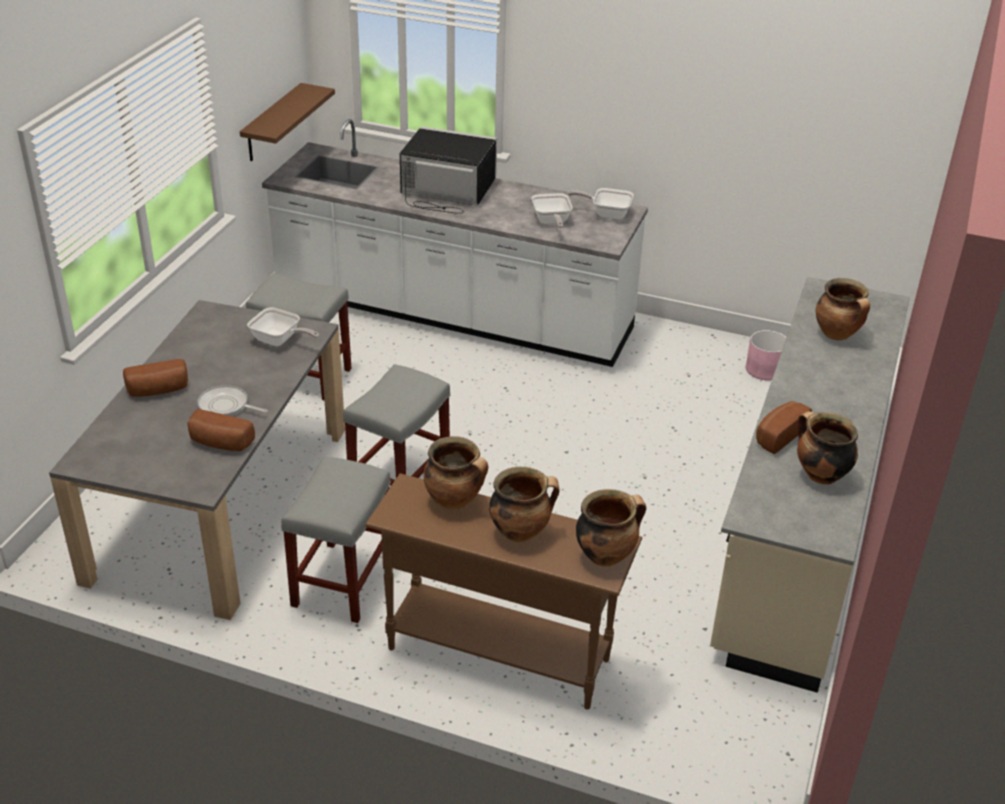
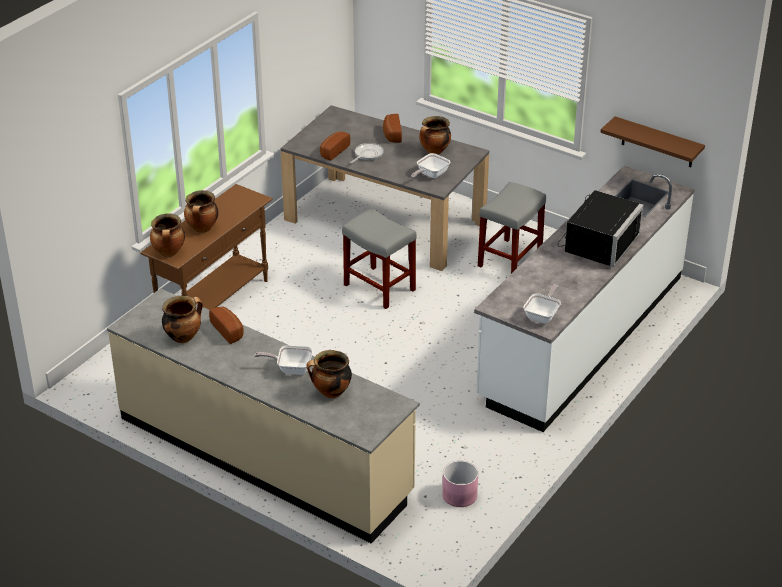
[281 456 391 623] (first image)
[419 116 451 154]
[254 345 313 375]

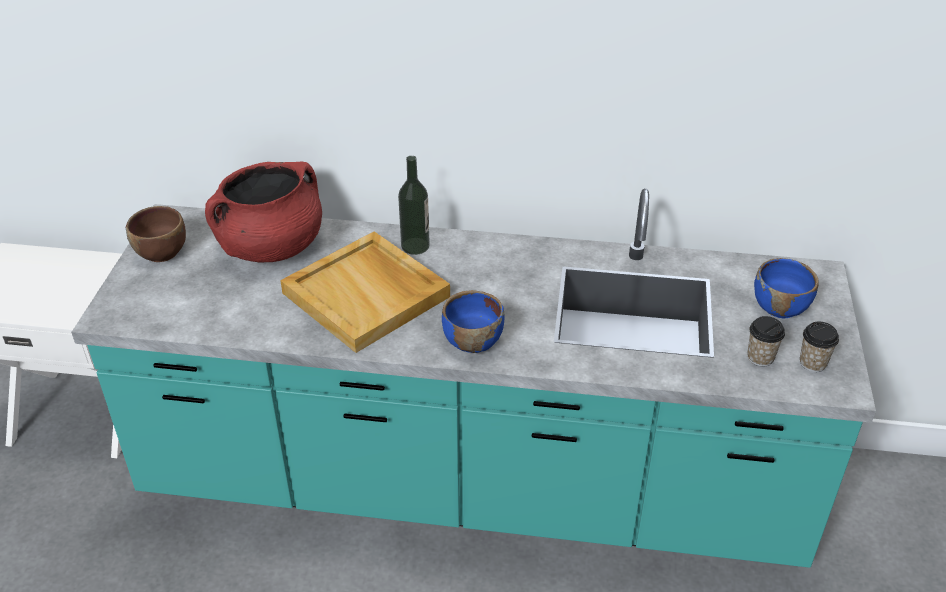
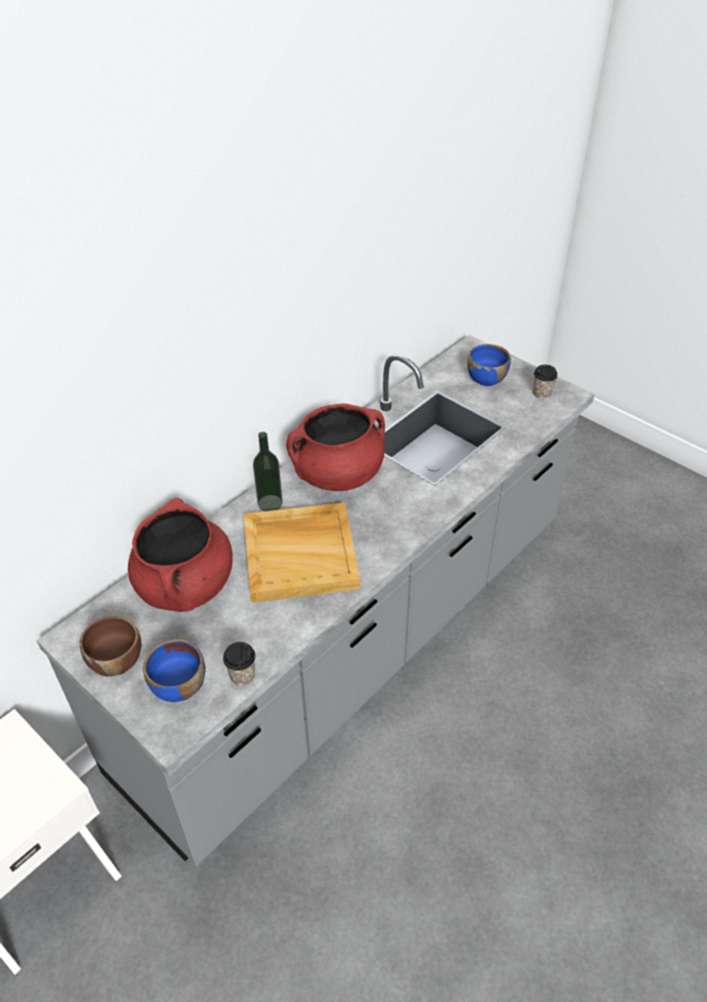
[286 404 385 491]
[143 639 206 702]
[223 642 255 686]
[36 335 595 866]

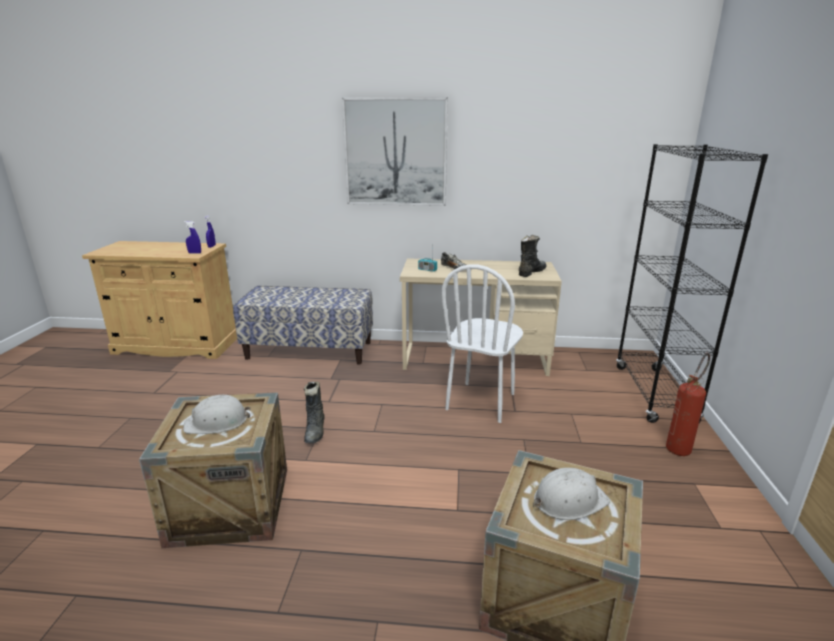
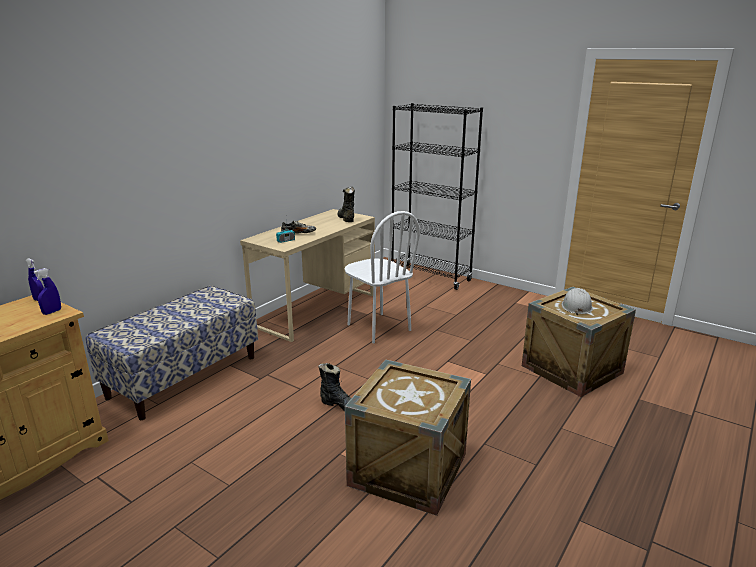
[183 394 251 434] (first image)
[342 97 448 206] (first image)
[666 353 710 456] (first image)

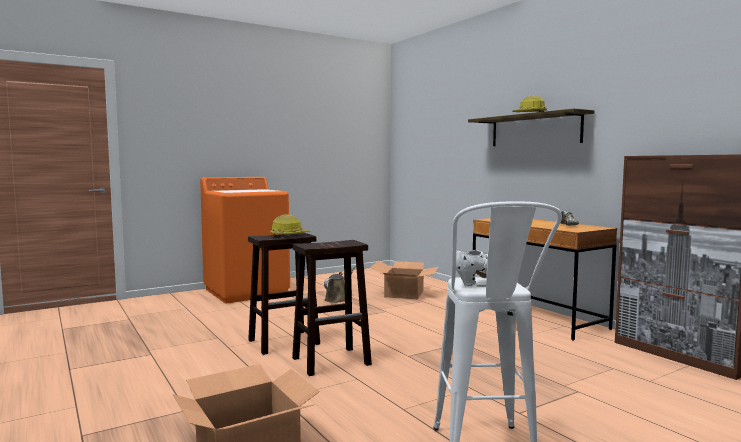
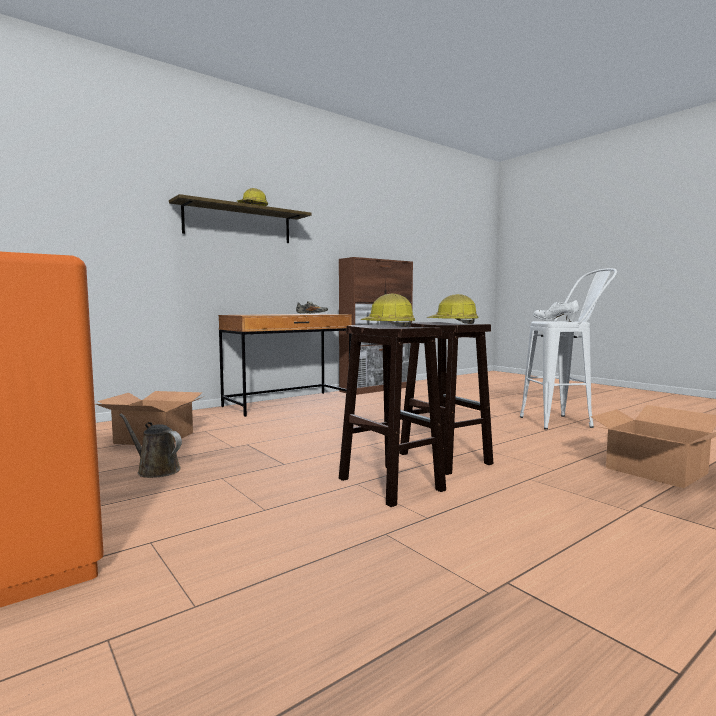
[427 294 478 324]

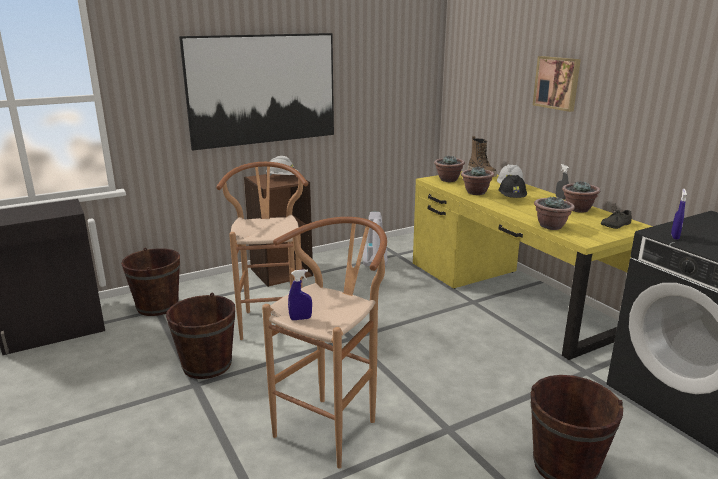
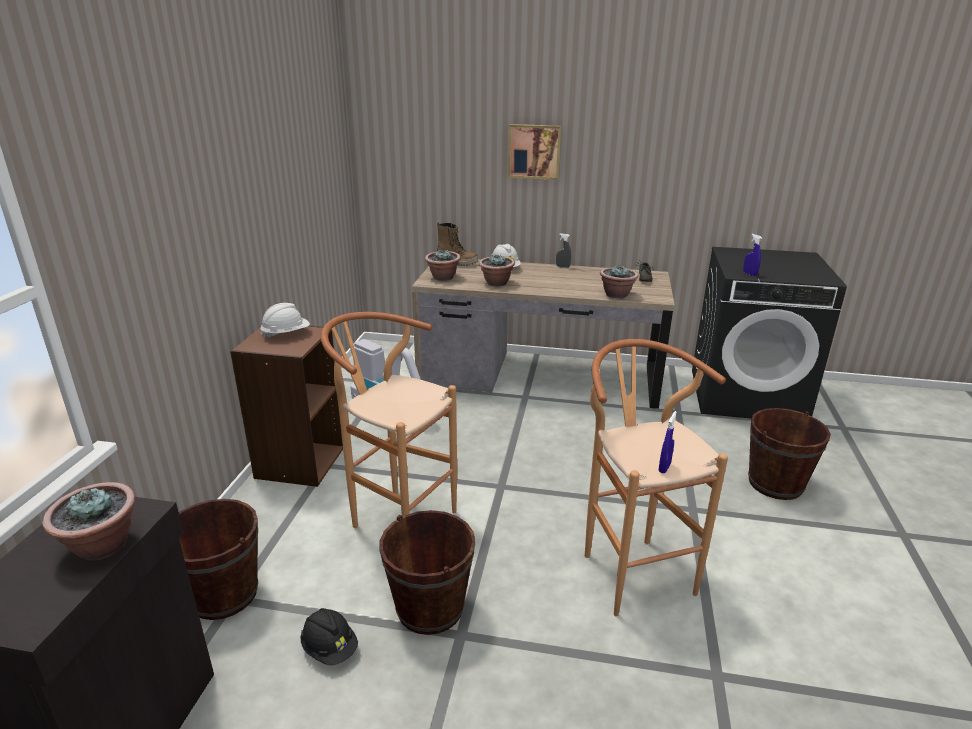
[179 33 334 151] (first image)
[301 608 358 665]
[42 482 135 560]
[412 260 675 409]

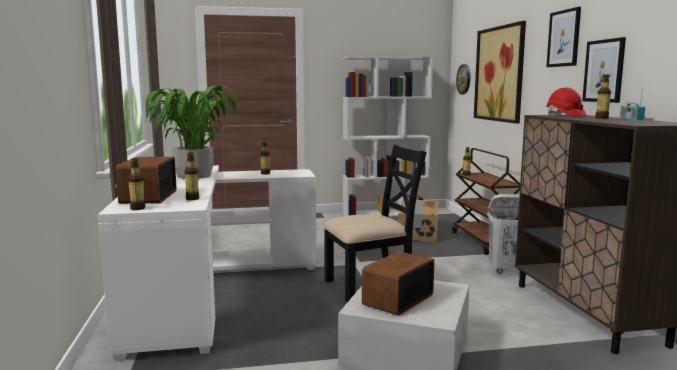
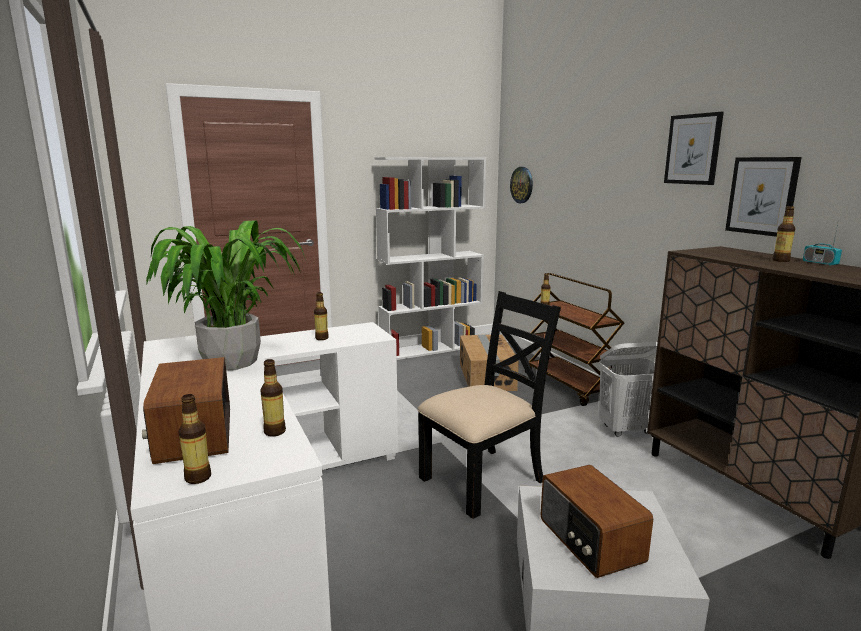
[474 21 526 124] (first image)
[546 88 586 117] (first image)
[541 465 653 578]

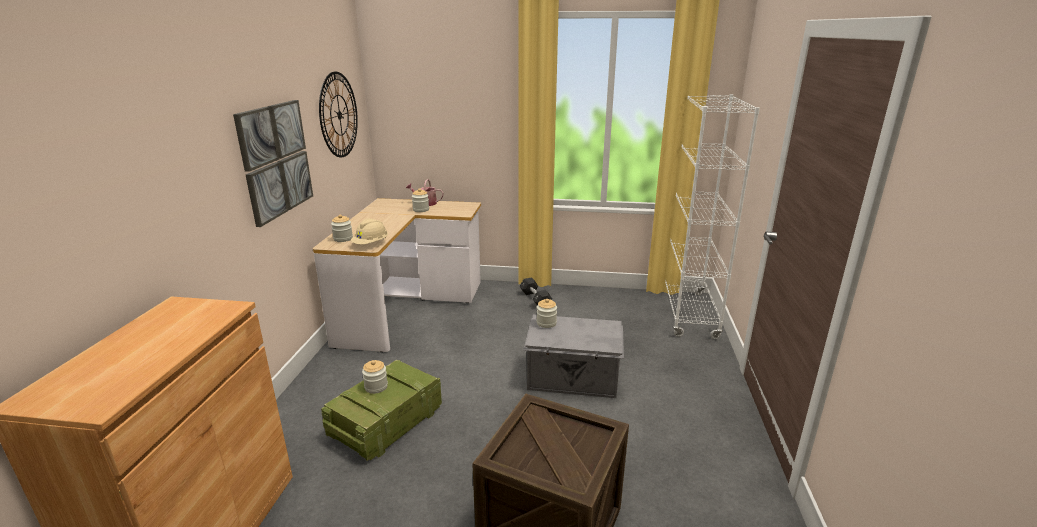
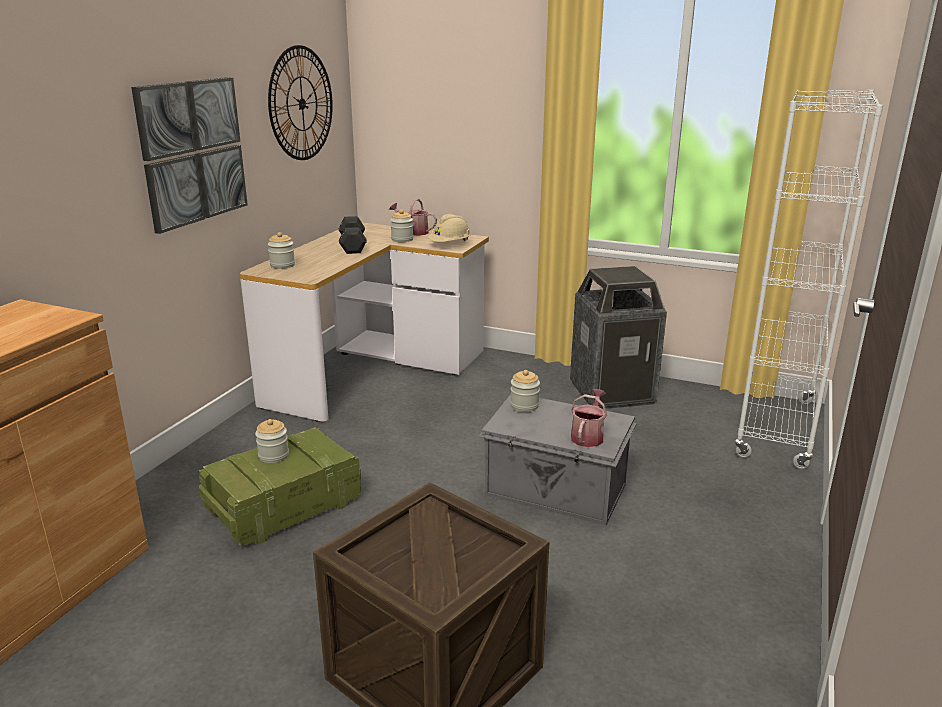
[570 266 667 409]
[571 389 607 447]
[428 214 471 242]
[339 216 367 254]

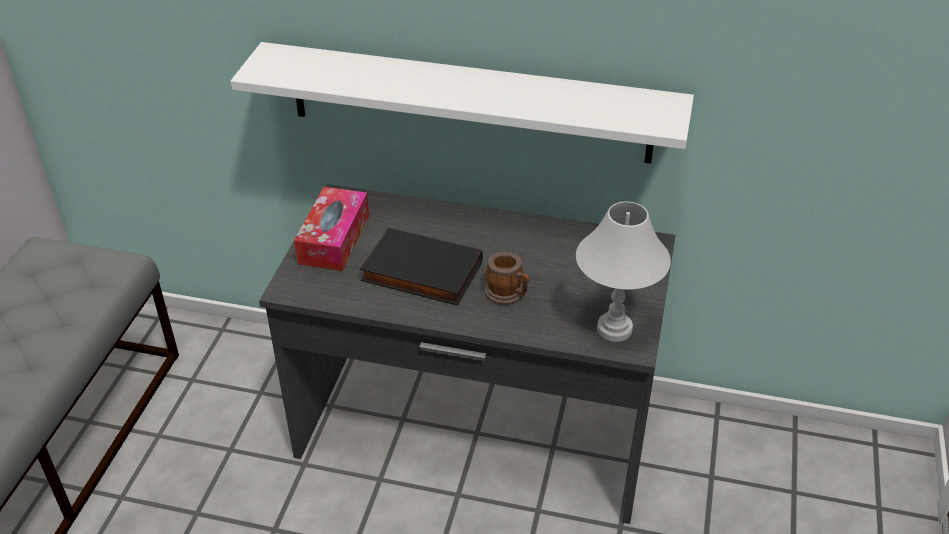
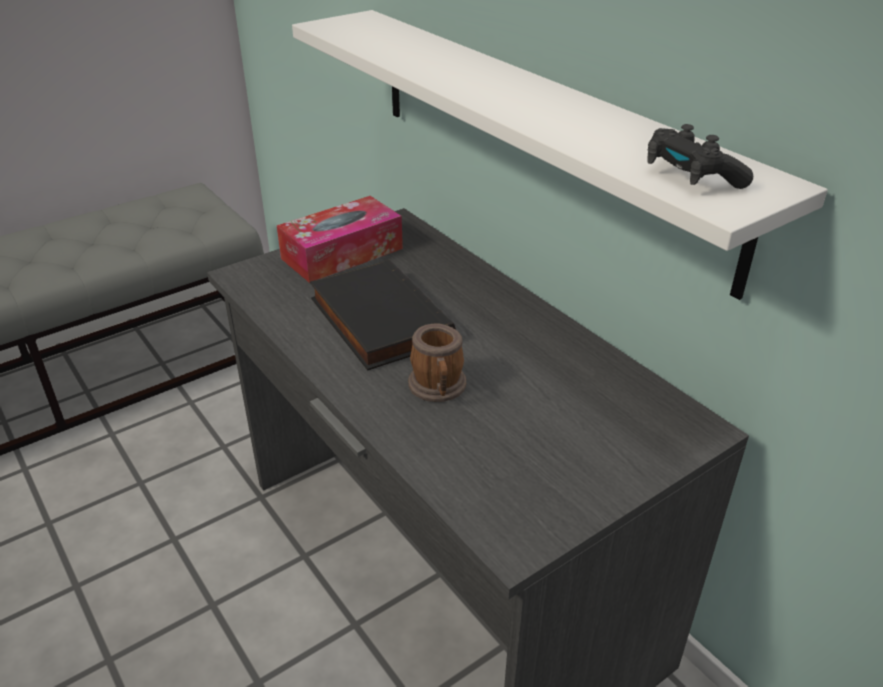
[576 202 671 342] (first image)
[647 124 753 189]

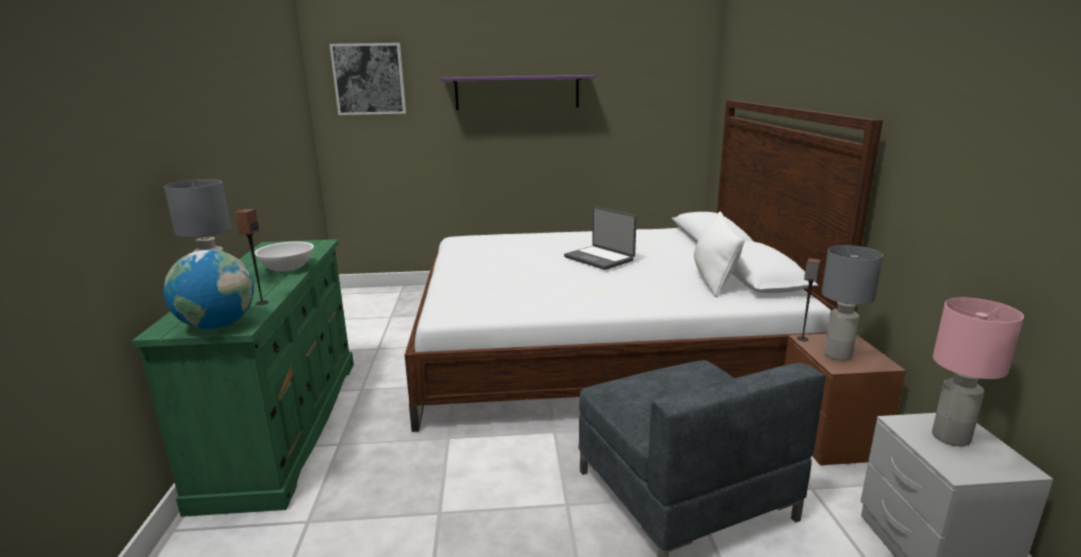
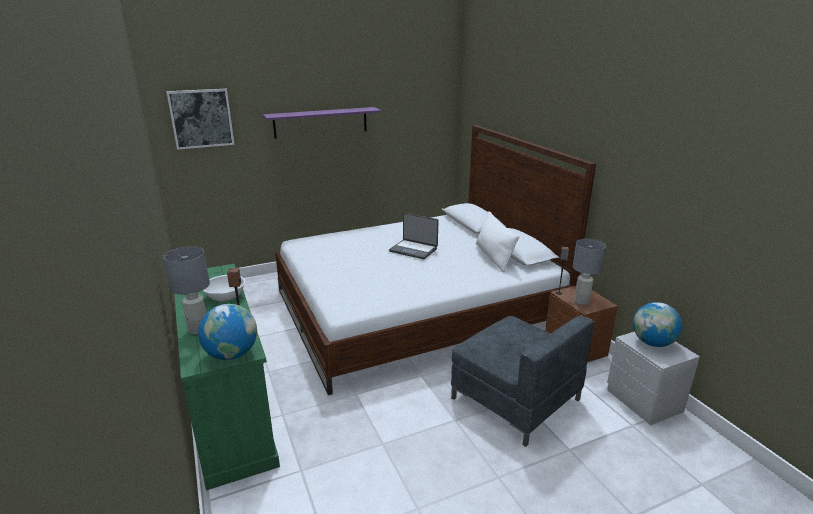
[633 302 683 347]

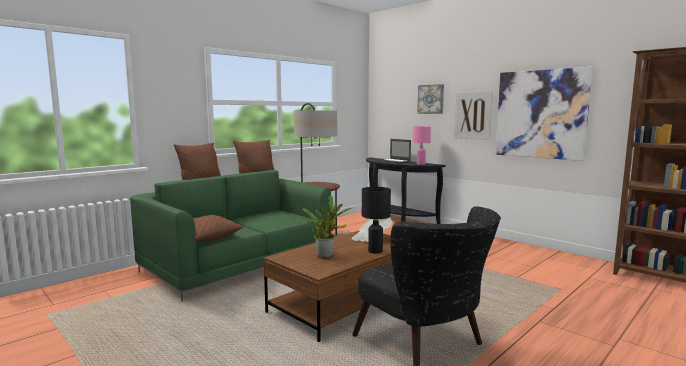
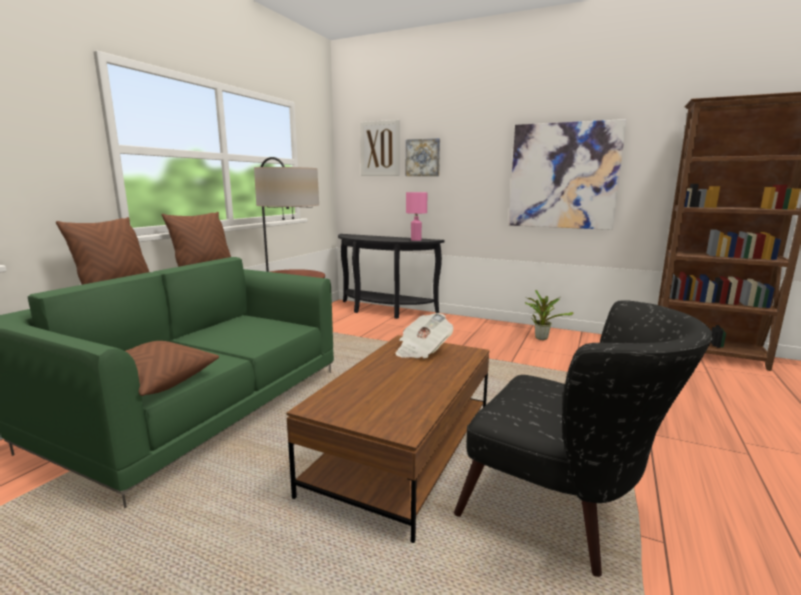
[362 187 391 254] (first image)
[376 139 411 164] (first image)
[524 290 573 340]
[360 120 400 176]

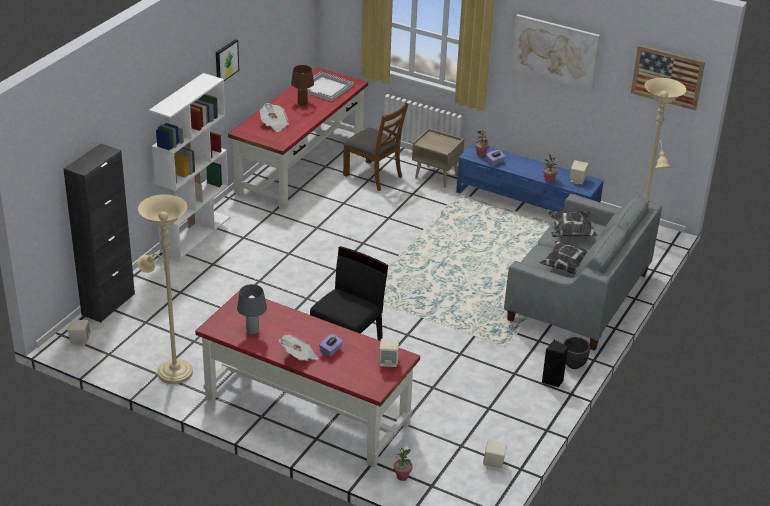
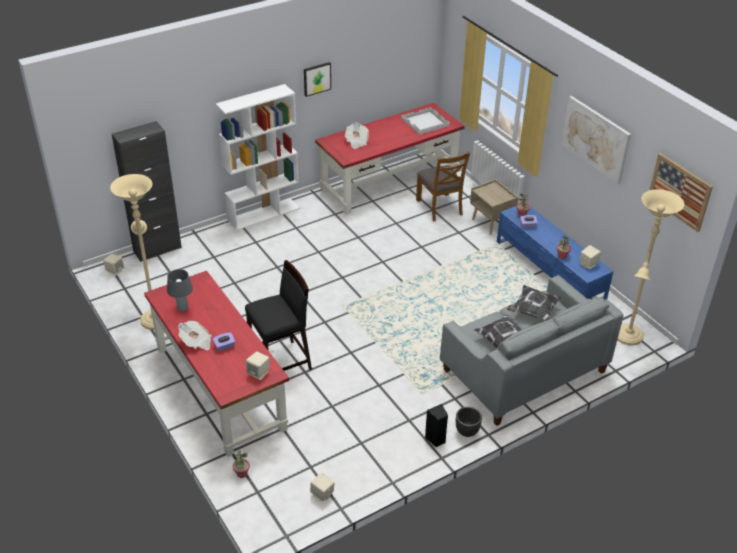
[291 65 314 106] (first image)

